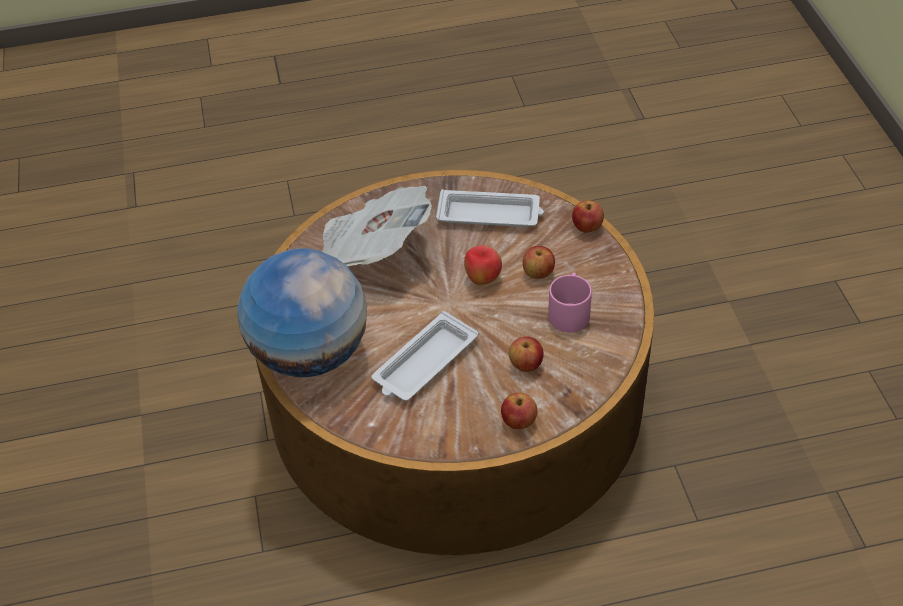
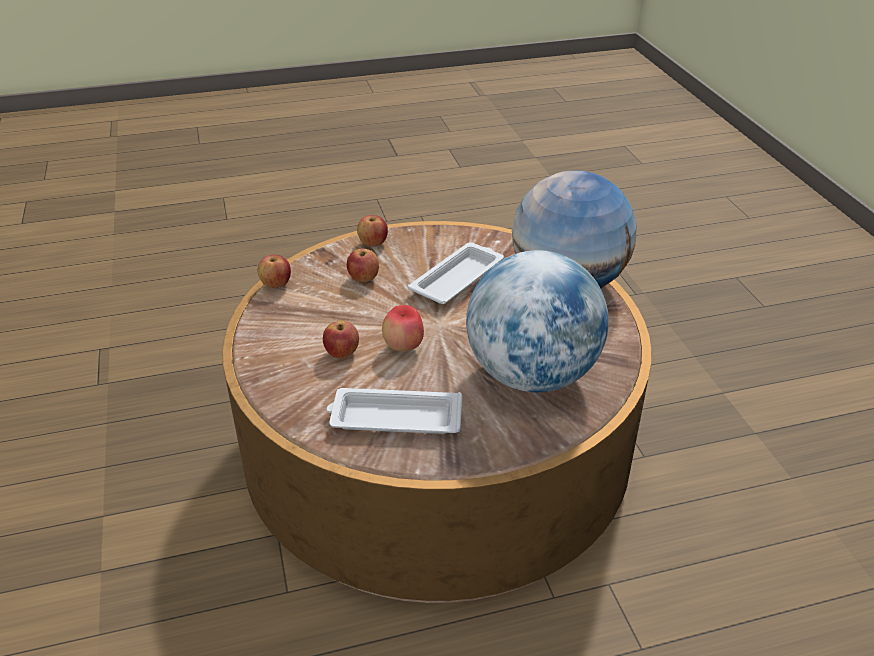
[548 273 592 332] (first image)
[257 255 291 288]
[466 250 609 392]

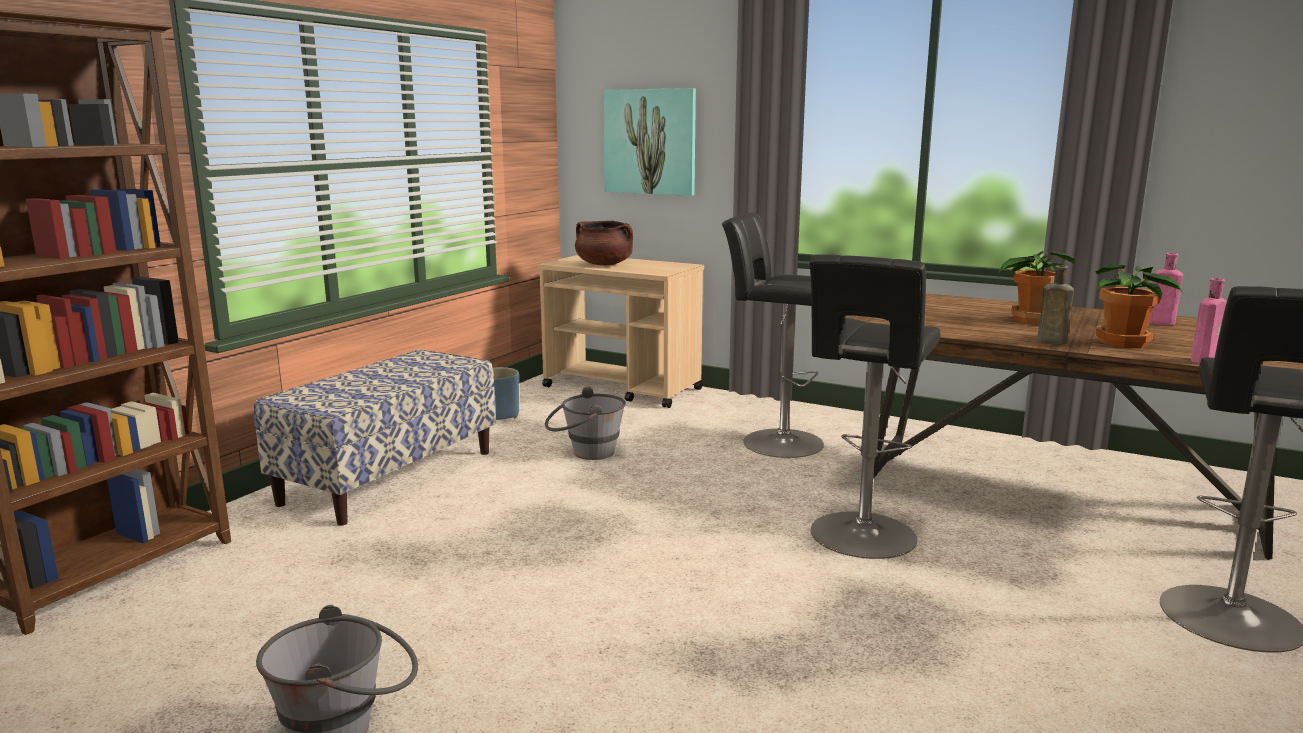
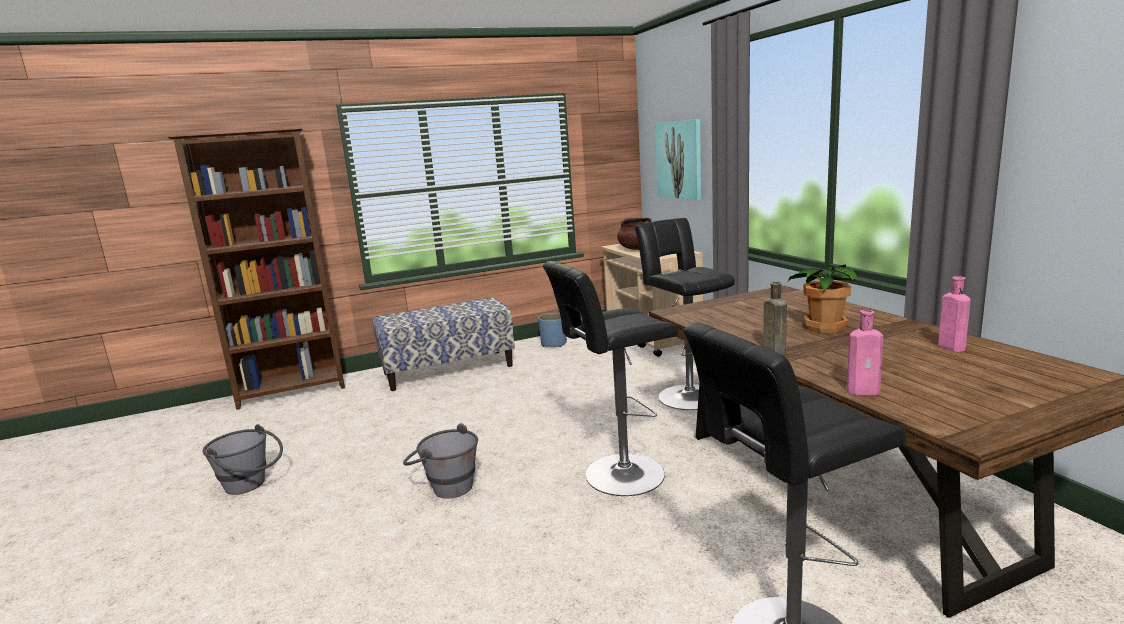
[1095 265 1183 348] (first image)
[403 423 478 499]

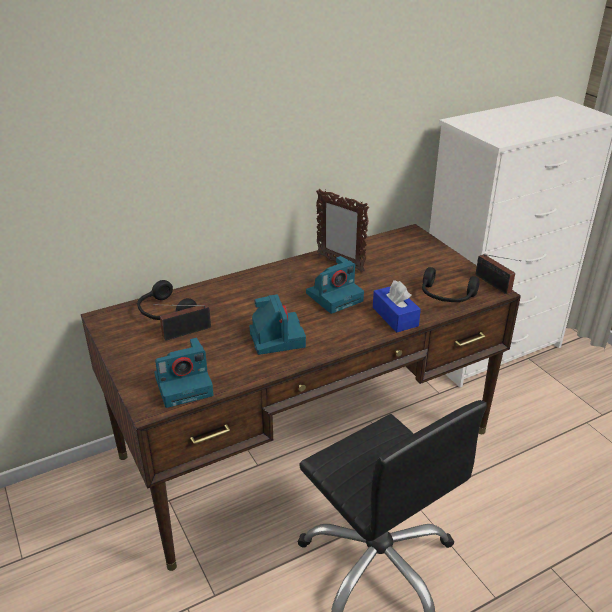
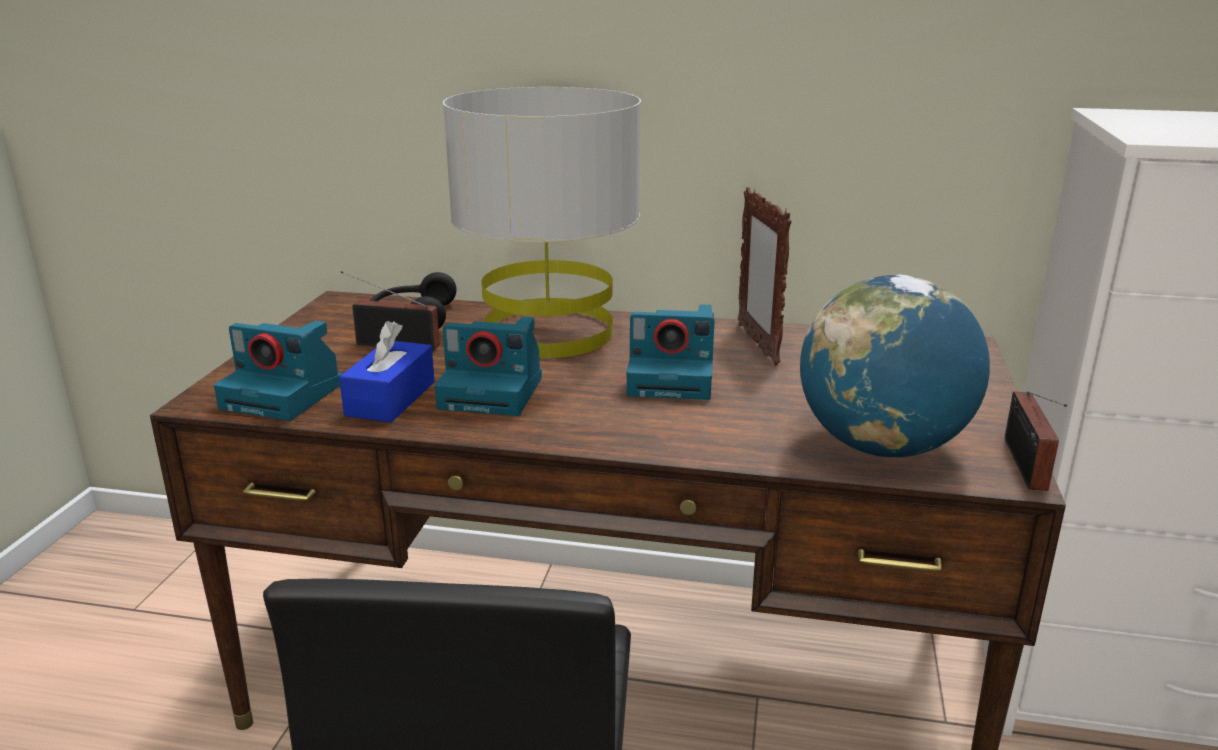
[443 87 641 358]
[339 321 435 423]
[800 275 990 457]
[435 317 542 416]

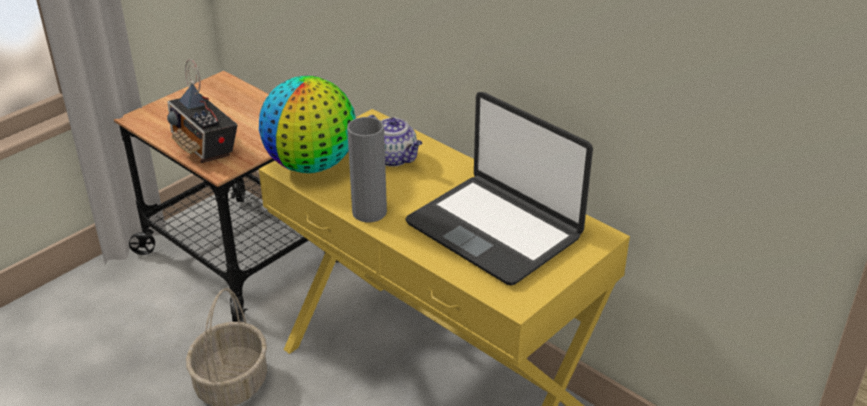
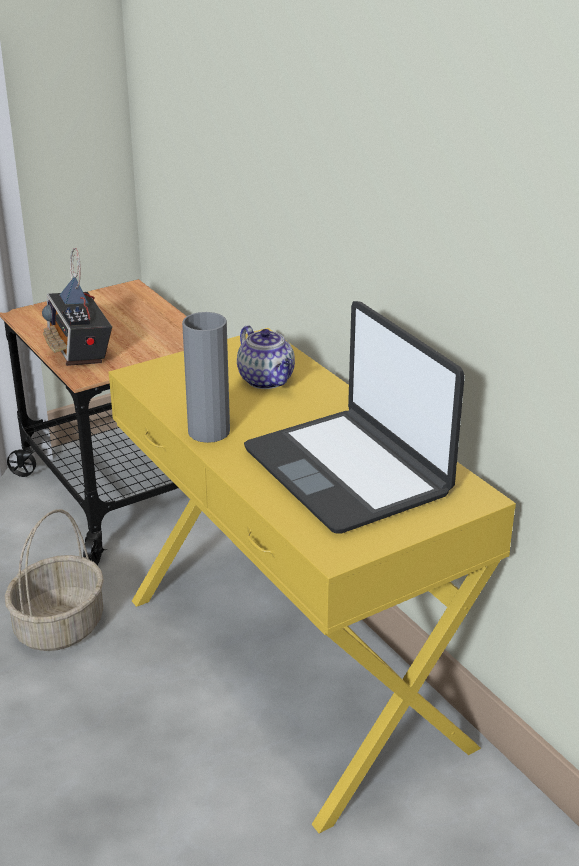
[259 76 356 173] (first image)

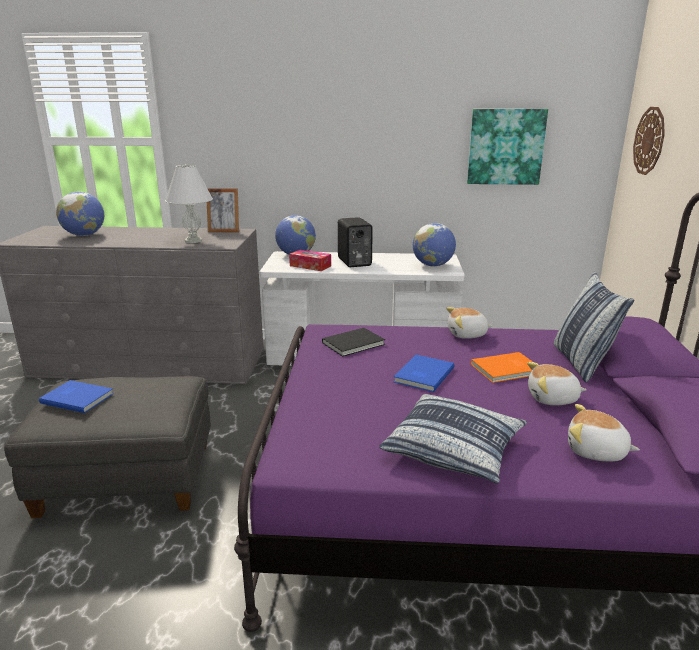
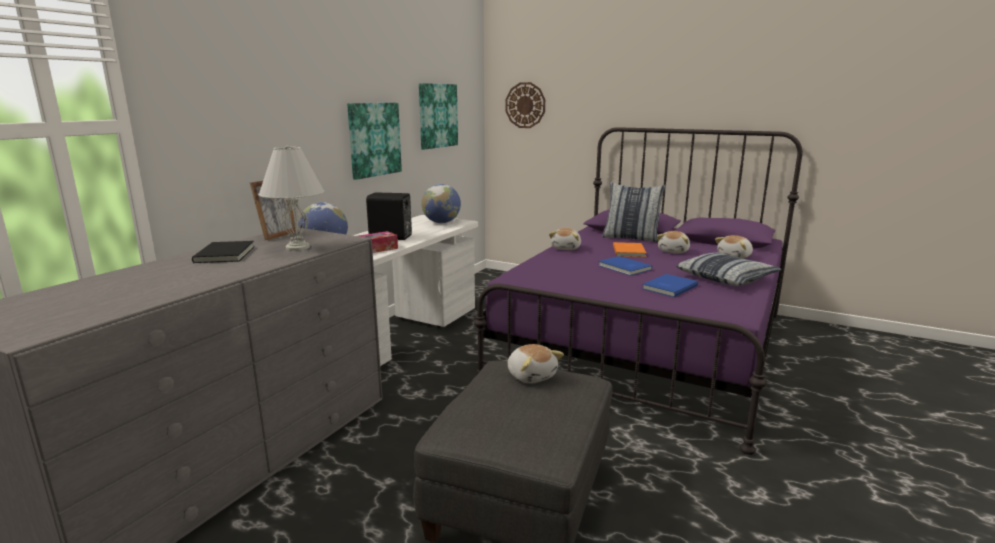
[56 192 104 236] (first image)
[347 103 402 180]
[507 344 564 383]
[642 274 698 297]
[192 241 255 263]

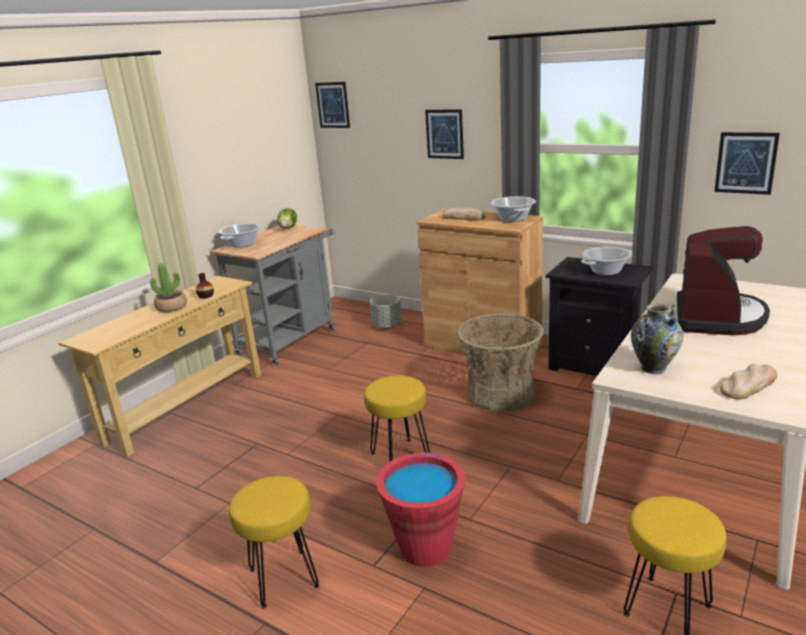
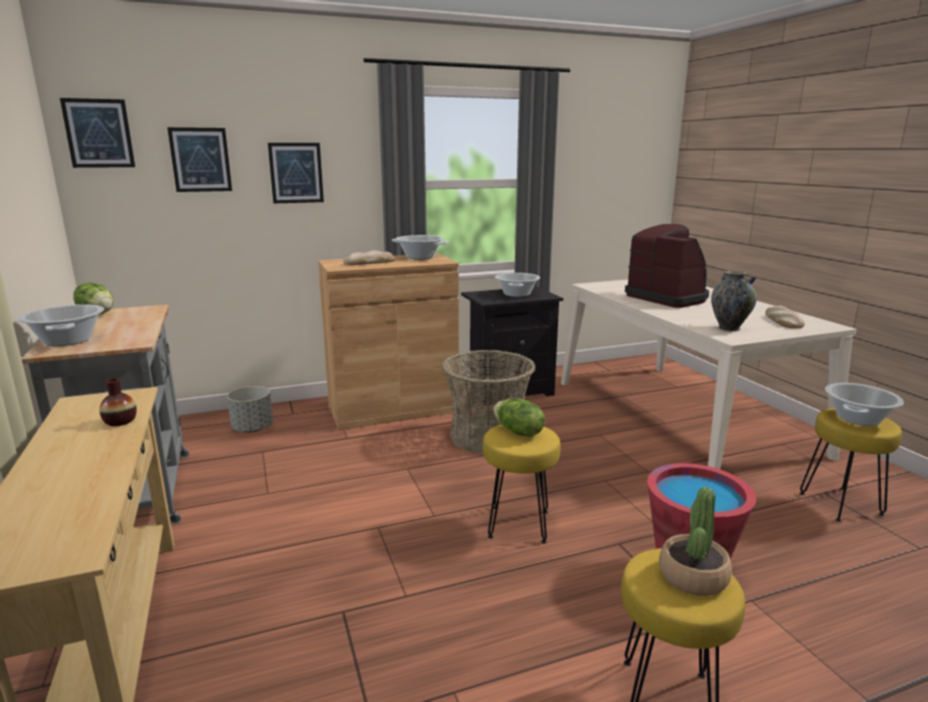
[493 399 545 437]
[825 383 904 426]
[659 487 732 596]
[167 127 232 192]

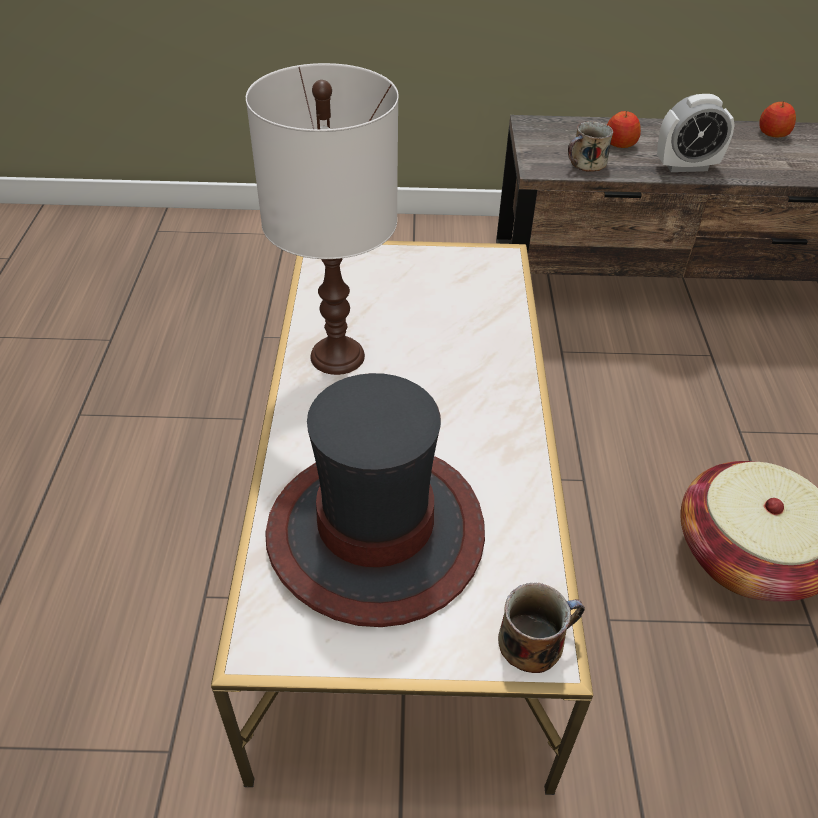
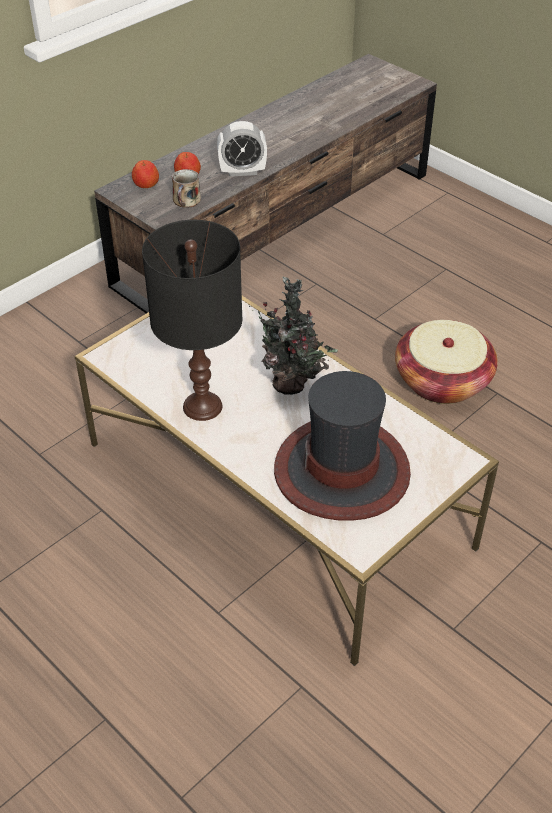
[498 583 585 673] (first image)
[249 277 338 395]
[132 160 159 188]
[142 220 242 421]
[217 121 267 177]

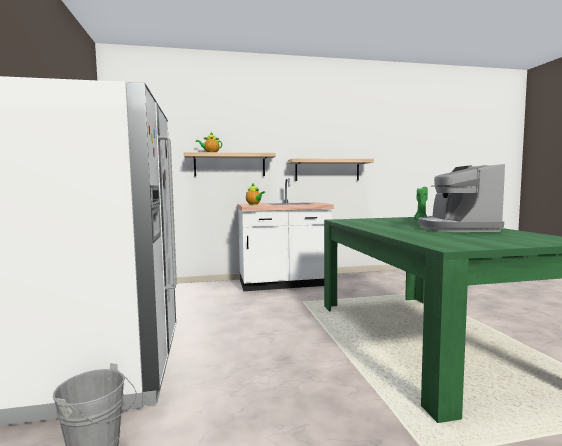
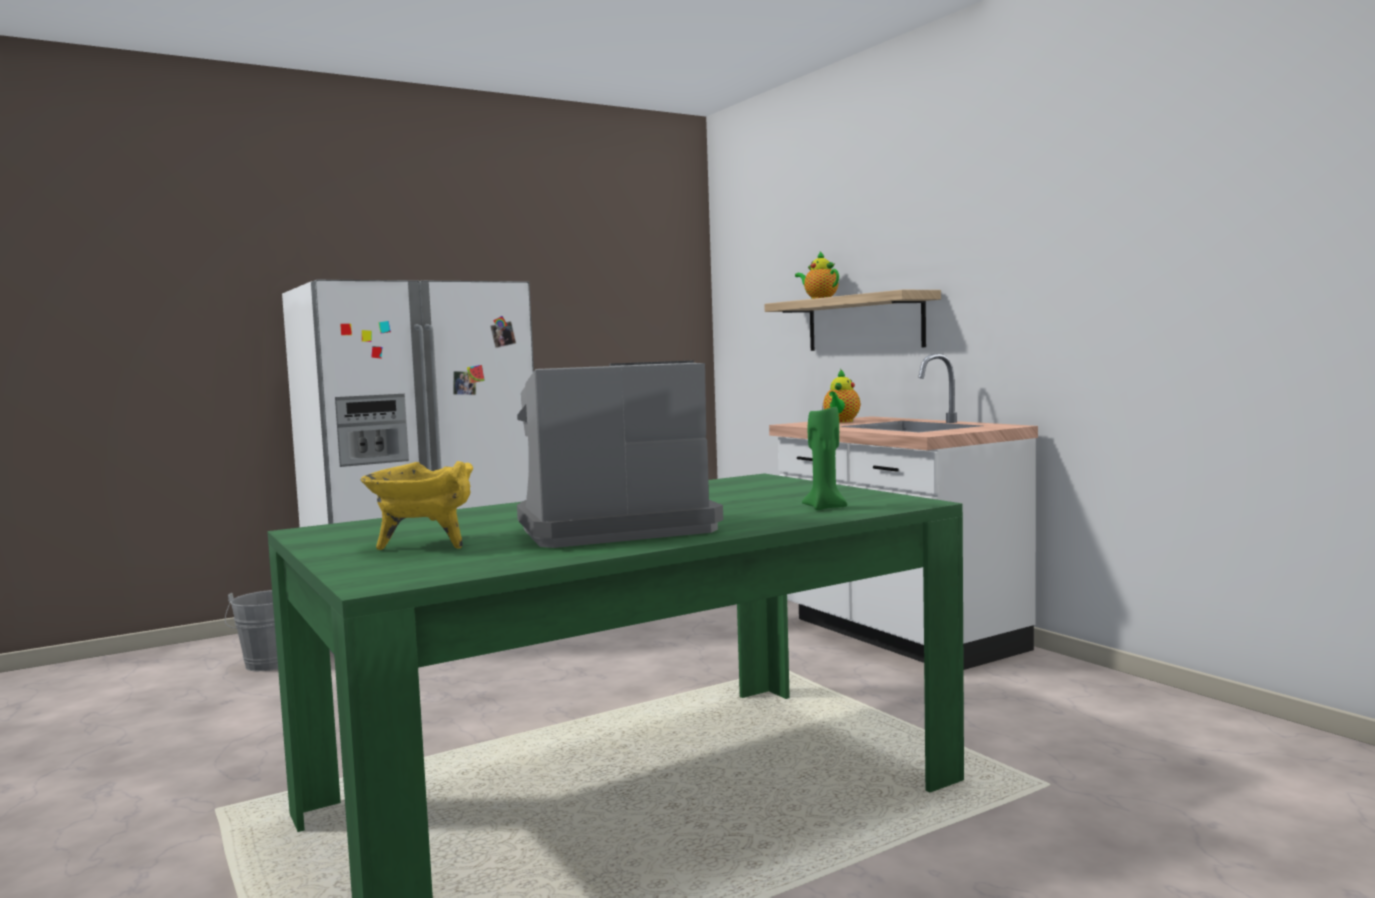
[288 158 374 181] (first image)
[360 461 473 550]

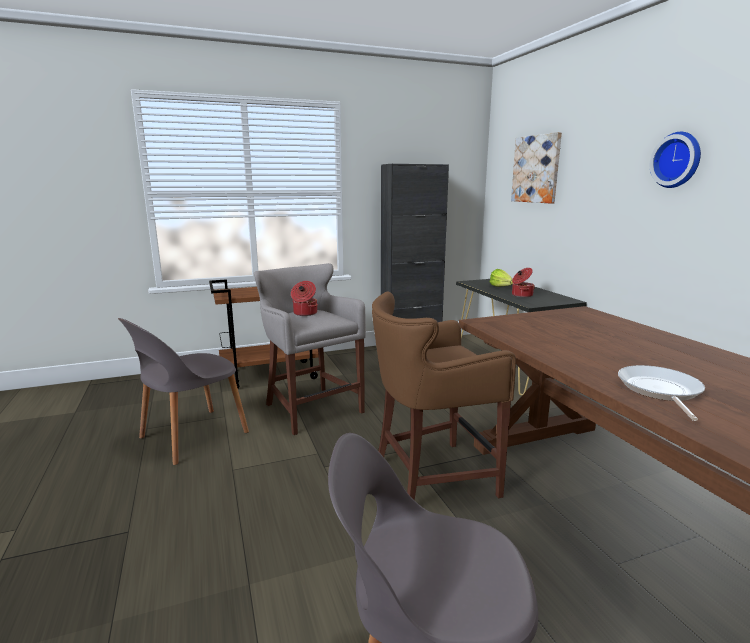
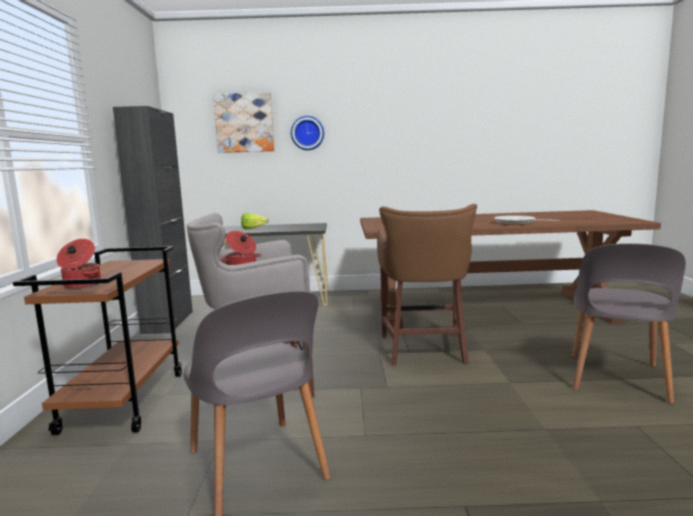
[56 239 101 289]
[291 116 324 150]

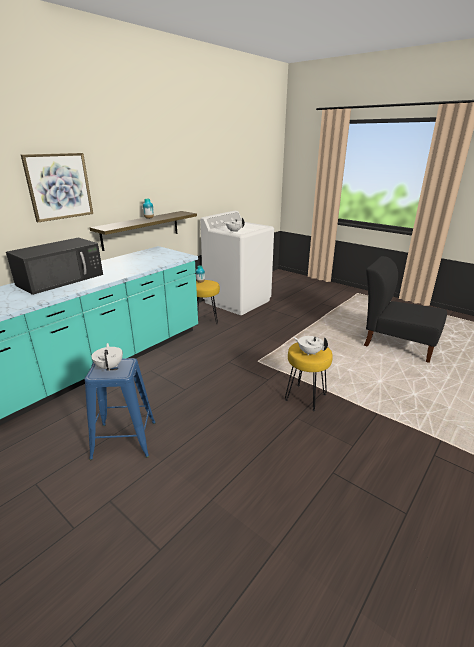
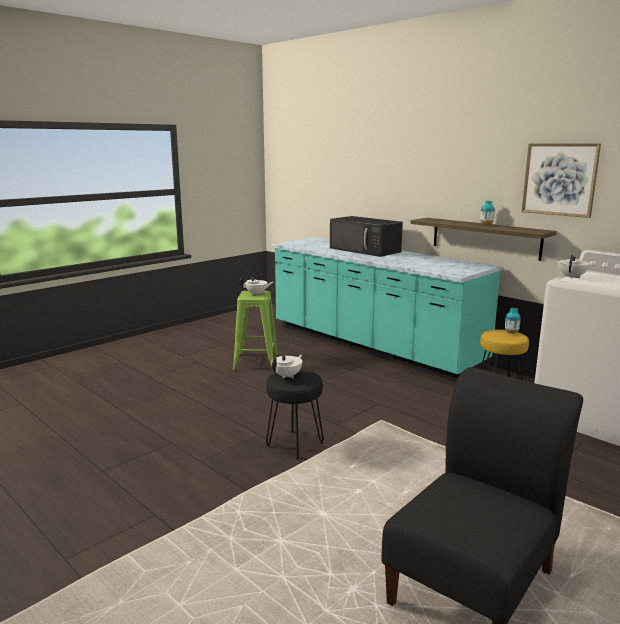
[522 144 601 218]
[232 291 278 371]
[266 369 324 460]

